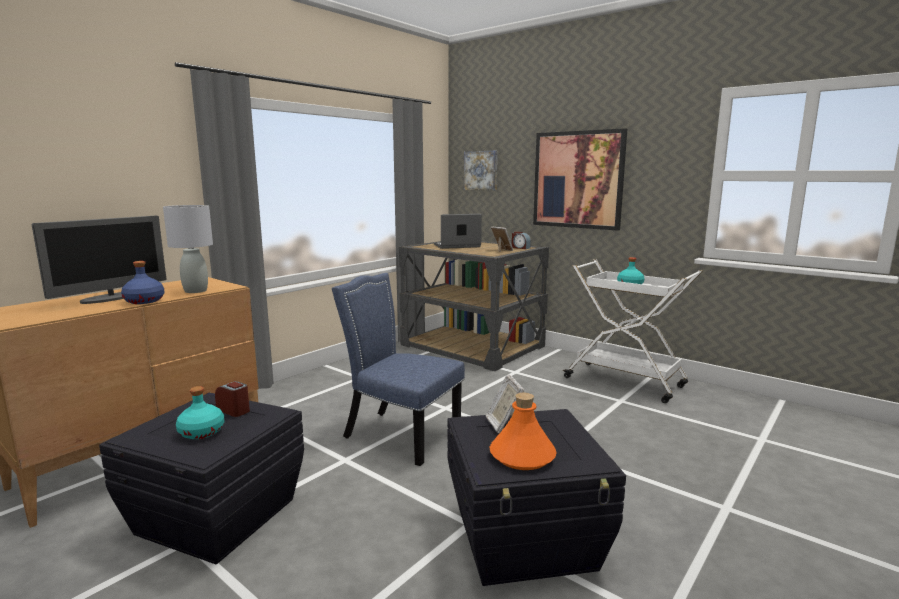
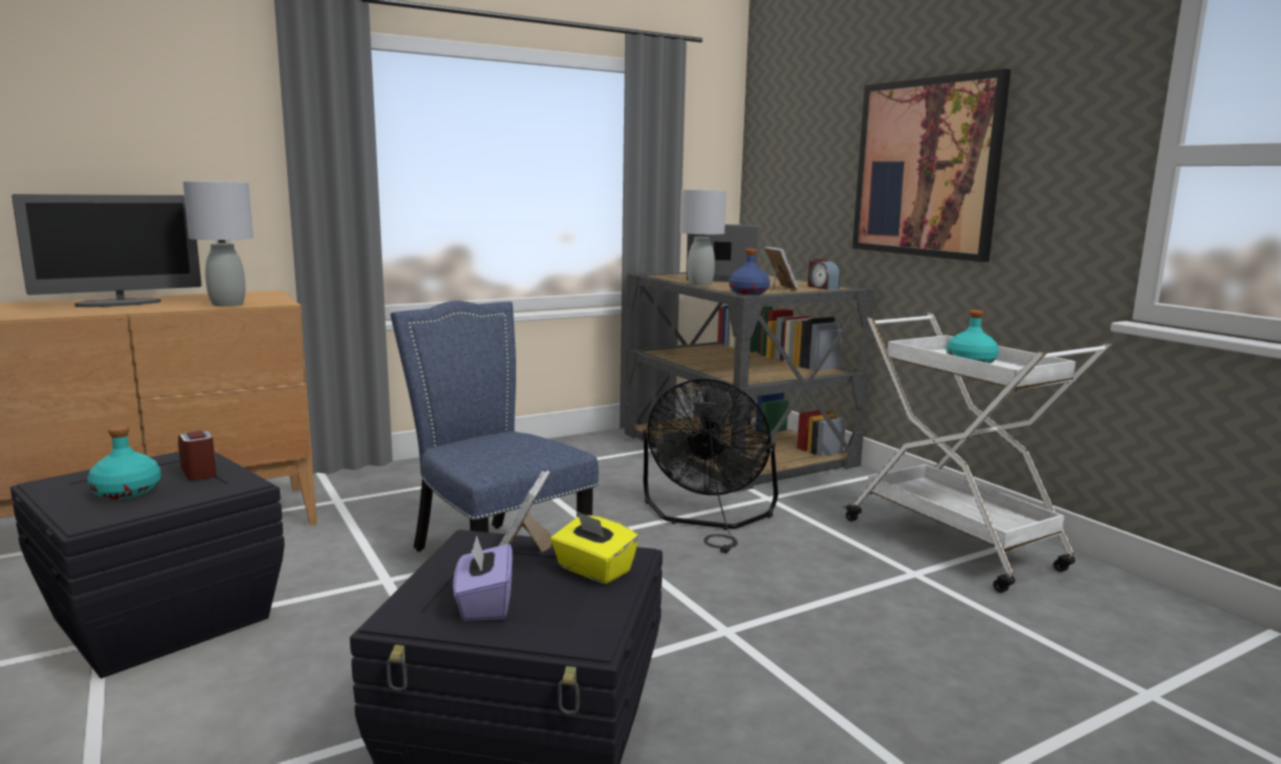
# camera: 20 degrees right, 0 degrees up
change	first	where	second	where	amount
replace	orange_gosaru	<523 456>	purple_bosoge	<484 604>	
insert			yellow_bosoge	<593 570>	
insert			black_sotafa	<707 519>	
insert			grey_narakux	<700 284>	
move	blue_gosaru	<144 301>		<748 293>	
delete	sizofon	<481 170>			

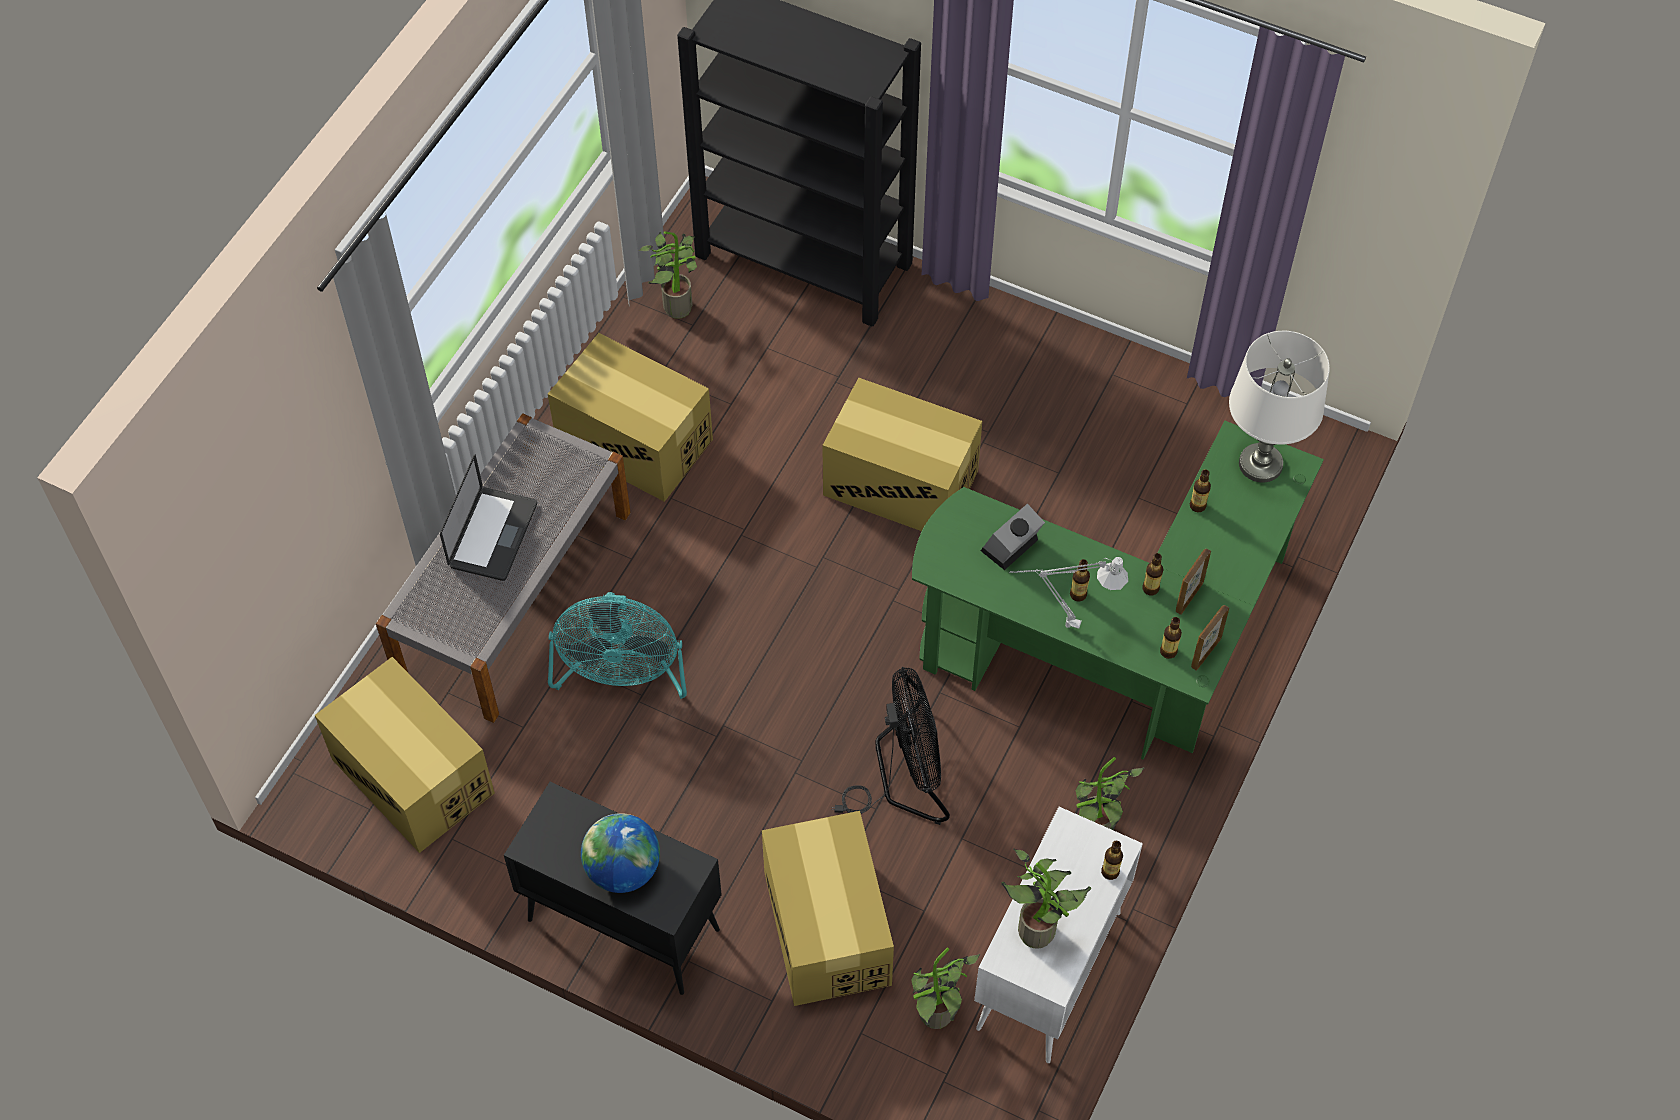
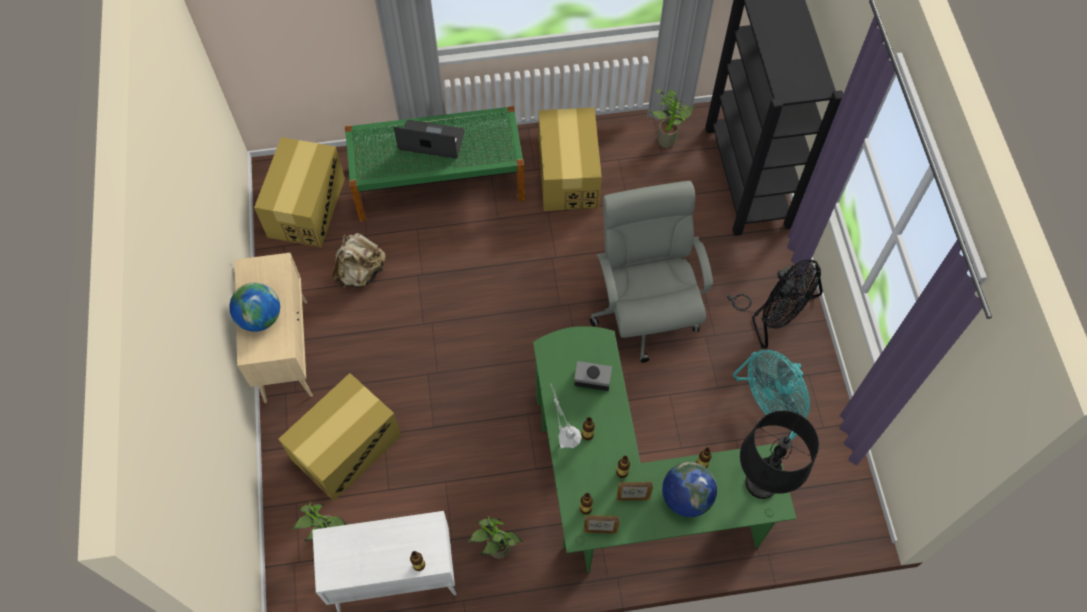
# camera: 55 degrees right, 5 degrees up
change	first	where	second	where	amount
recolor	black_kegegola	<621 924>	beige_kegegola	<286 350>	
insert			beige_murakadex	<361 272>	
recolor	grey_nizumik	<513 592>	green_nizumik	<439 181>	
rotate	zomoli	<493 535>		<431 140>	150 degrees counterclockwise
replace	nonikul	<900 483>	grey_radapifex	<644 312>	
insert			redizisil	<686 497>	
move	black_sotafa	<901 773>		<773 313>	
move	turquoise_sotafa	<618 669>		<773 401>	
recolor	white_narakux	<1260 464>	black_narakux	<761 483>	
delete	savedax	<1040 929>			

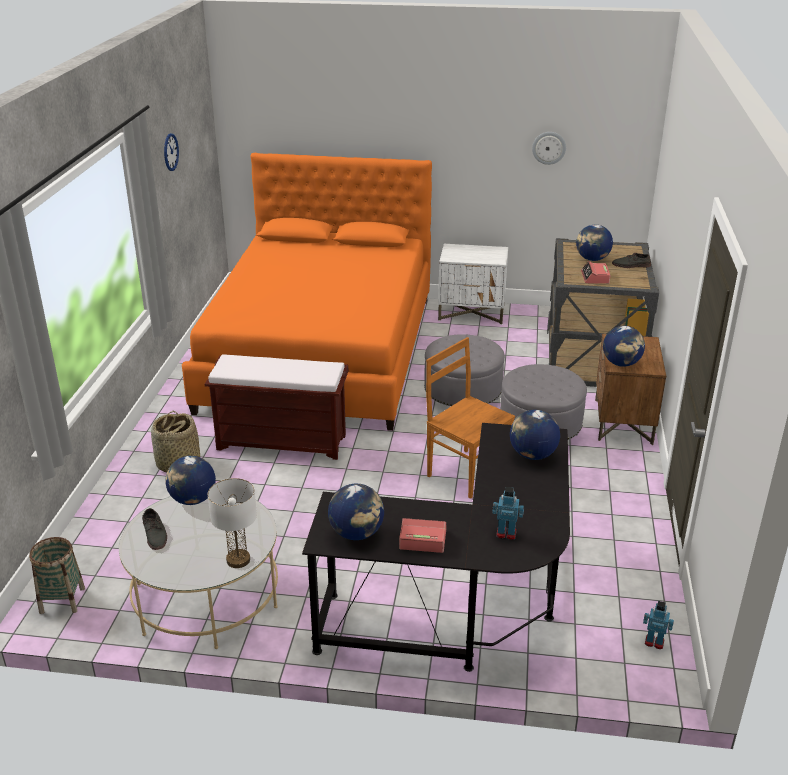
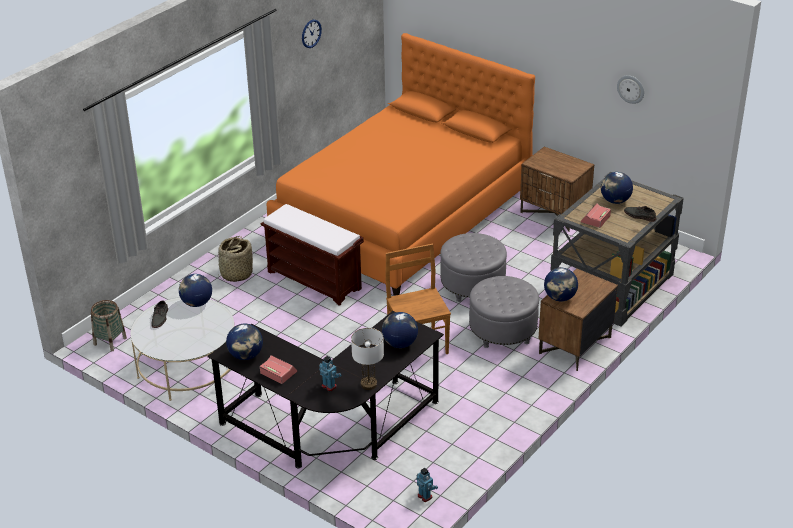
# camera: 30 degrees right, 5 degrees up
change	first	where	second	where	amount
move	narakux	<238 560>		<369 384>	
recolor	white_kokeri	<472 313>	brown_kokeri	<555 213>	

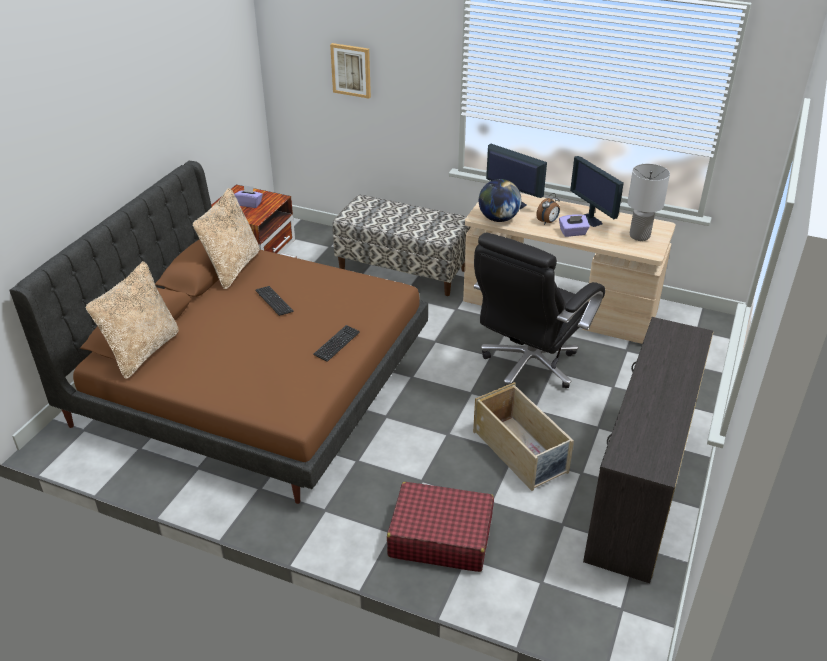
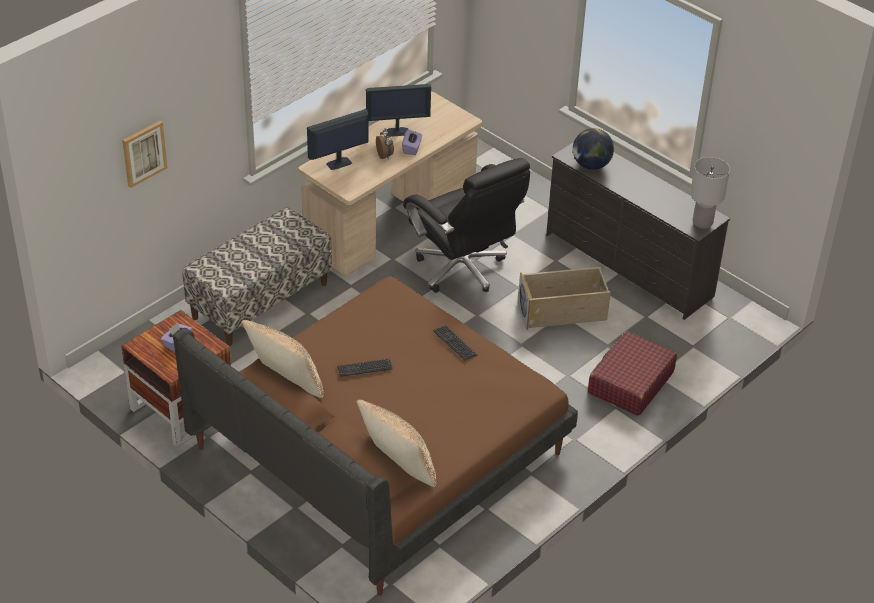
# camera: 70 degrees left, 5 degrees up
change	first	where	second	where	amount
move	redizisil	<498 219>		<591 165>	
move	grey_narakux	<639 237>		<702 224>	

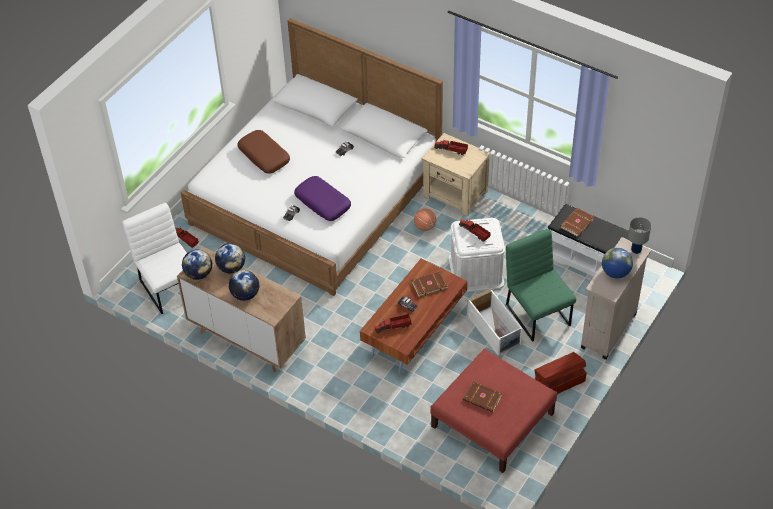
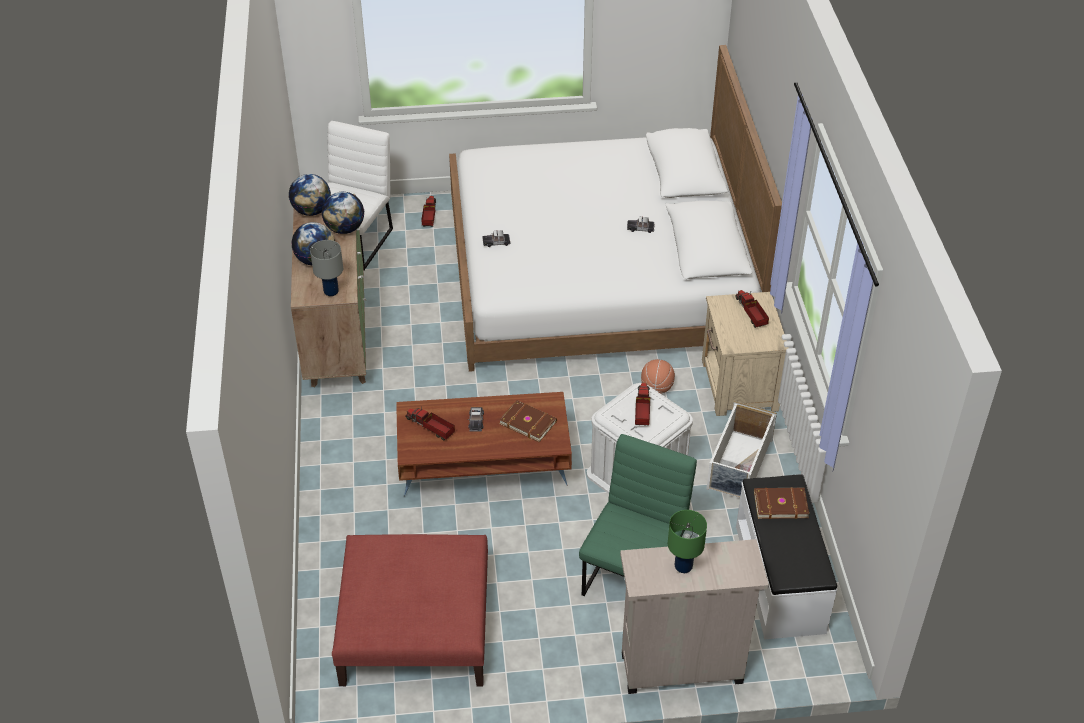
# camera: 50 degrees right, 5 degrees down
change	first	where	second	where	amount
move	grey_narakux	<636 250>		<332 292>	
replace	redizisil	<615 272>	green_narakux	<683 568>	
move	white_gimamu	<494 330>		<739 465>	
delete	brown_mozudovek	<264 156>			
delete	purple_mozudovek	<323 203>			
delete	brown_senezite	<482 398>			
delete	brown_gimamu	<559 382>			

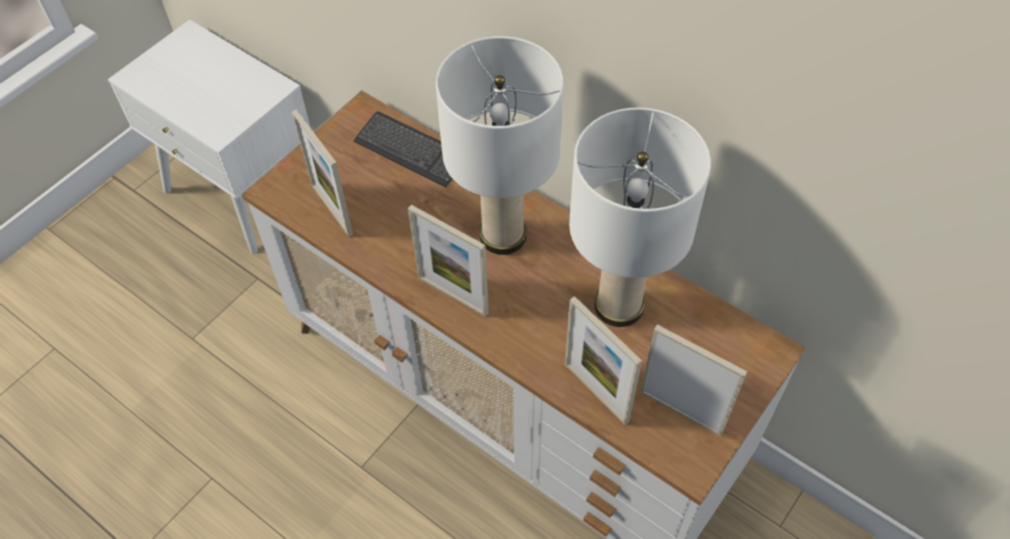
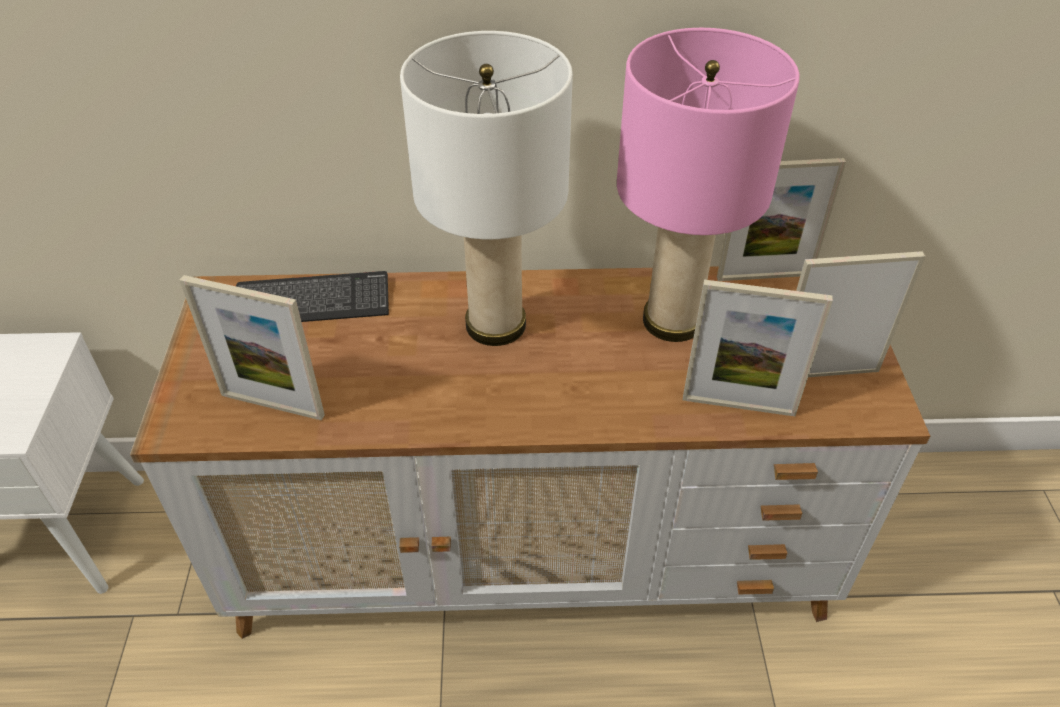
# camera: 40 degrees left, 10 degrees down
change	first	where	second	where	amount
recolor	white_narakux	<619 306>	pink_narakux	<673 321>	
move	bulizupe	<453 295>		<764 276>	

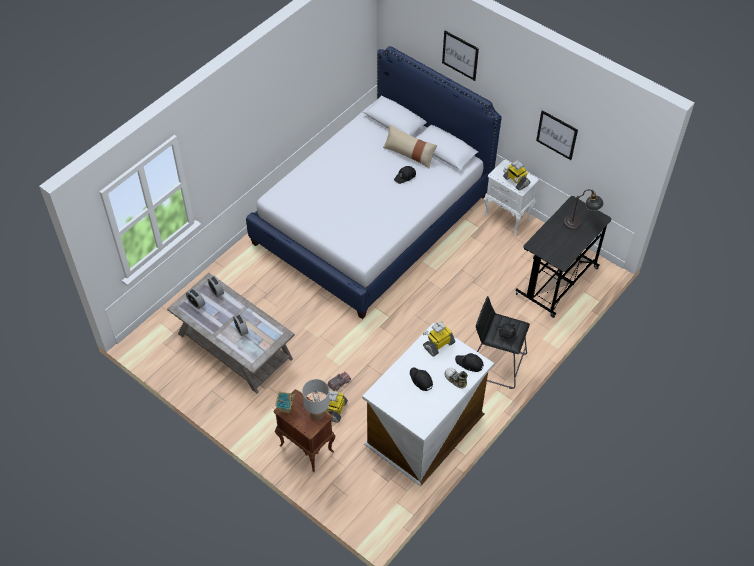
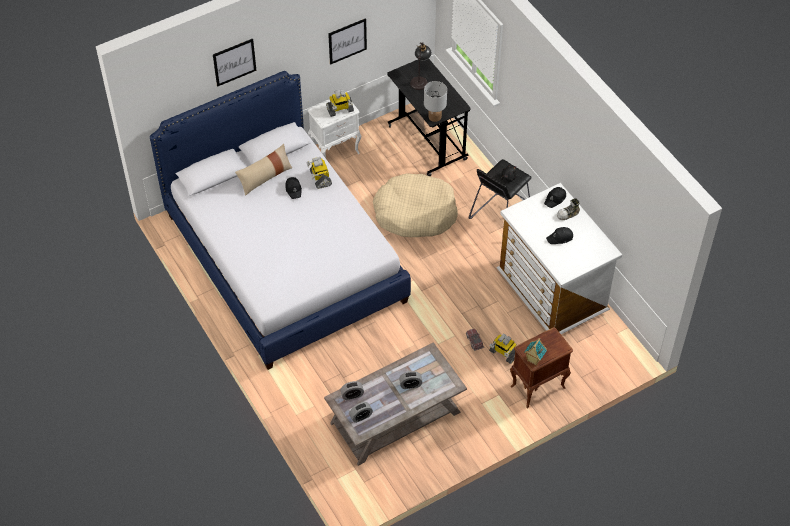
# camera: 70 degrees left, 0 degrees up
change	first	where	second	where	amount
move	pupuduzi	<438 344>		<320 178>	
insert			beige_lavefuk	<415 213>	
move	grey_narakux	<317 413>		<434 117>	

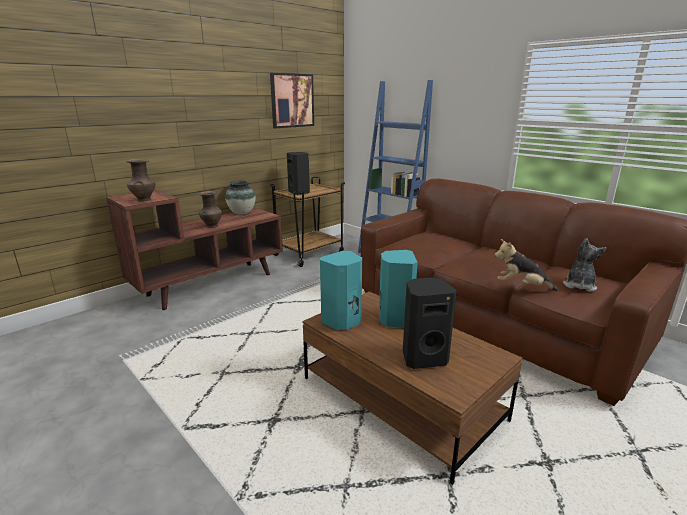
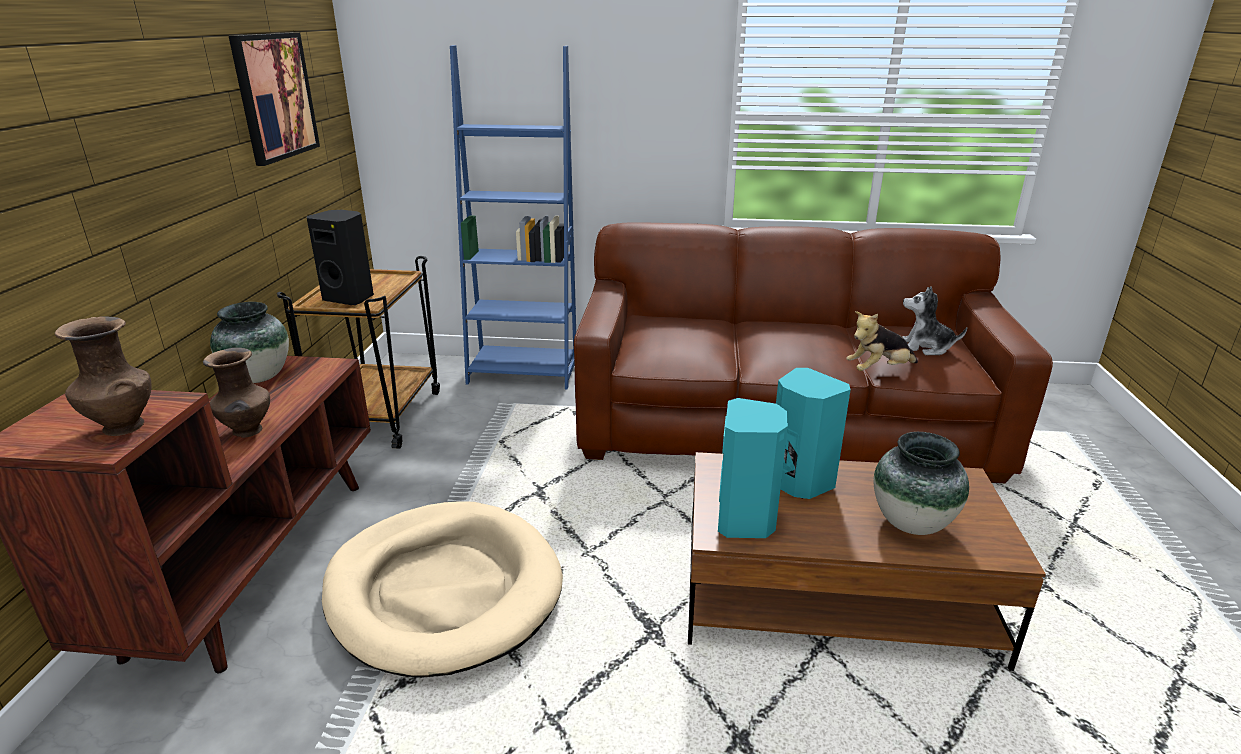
# camera: 40 degrees left, 5 degrees up
change	first	where	second	where	amount
insert			beige_lavefuk	<444 590>	
replace	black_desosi	<423 358>	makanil	<911 523>	
rotate	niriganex	<579 285>		<925 347>	60 degrees counterclockwise

